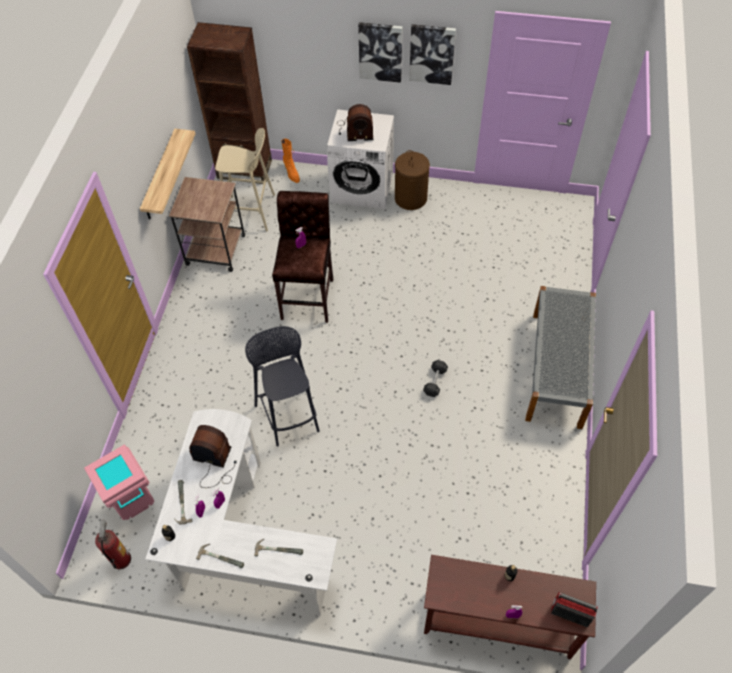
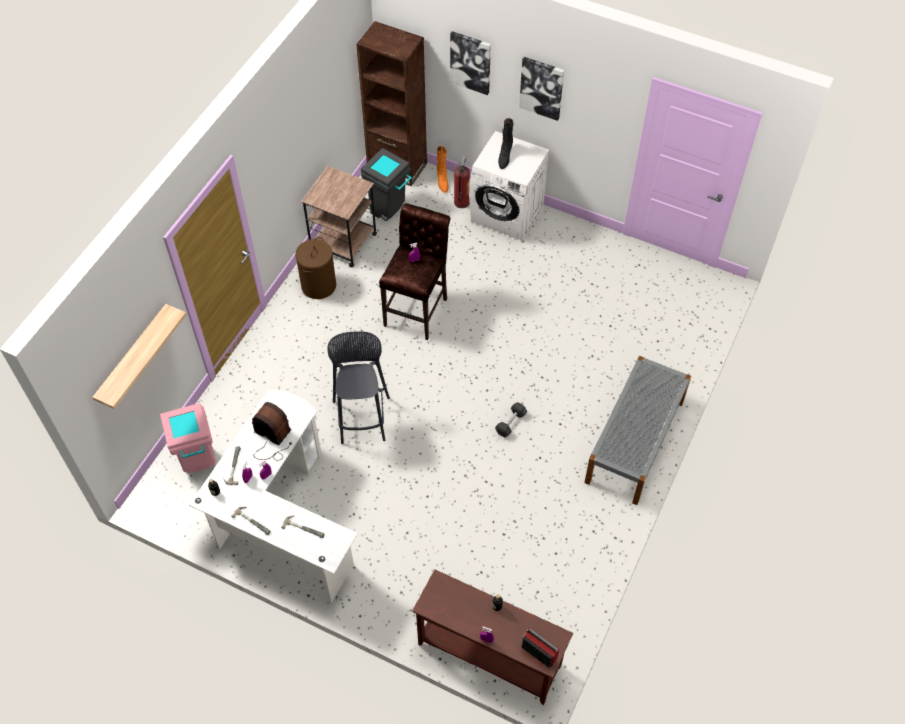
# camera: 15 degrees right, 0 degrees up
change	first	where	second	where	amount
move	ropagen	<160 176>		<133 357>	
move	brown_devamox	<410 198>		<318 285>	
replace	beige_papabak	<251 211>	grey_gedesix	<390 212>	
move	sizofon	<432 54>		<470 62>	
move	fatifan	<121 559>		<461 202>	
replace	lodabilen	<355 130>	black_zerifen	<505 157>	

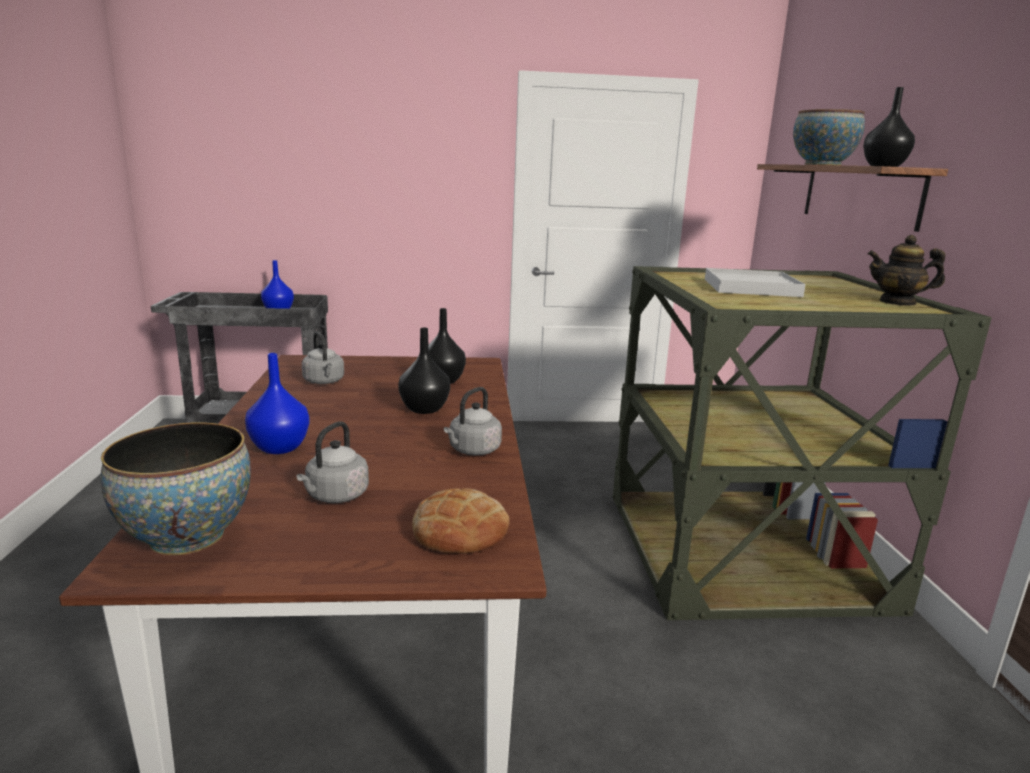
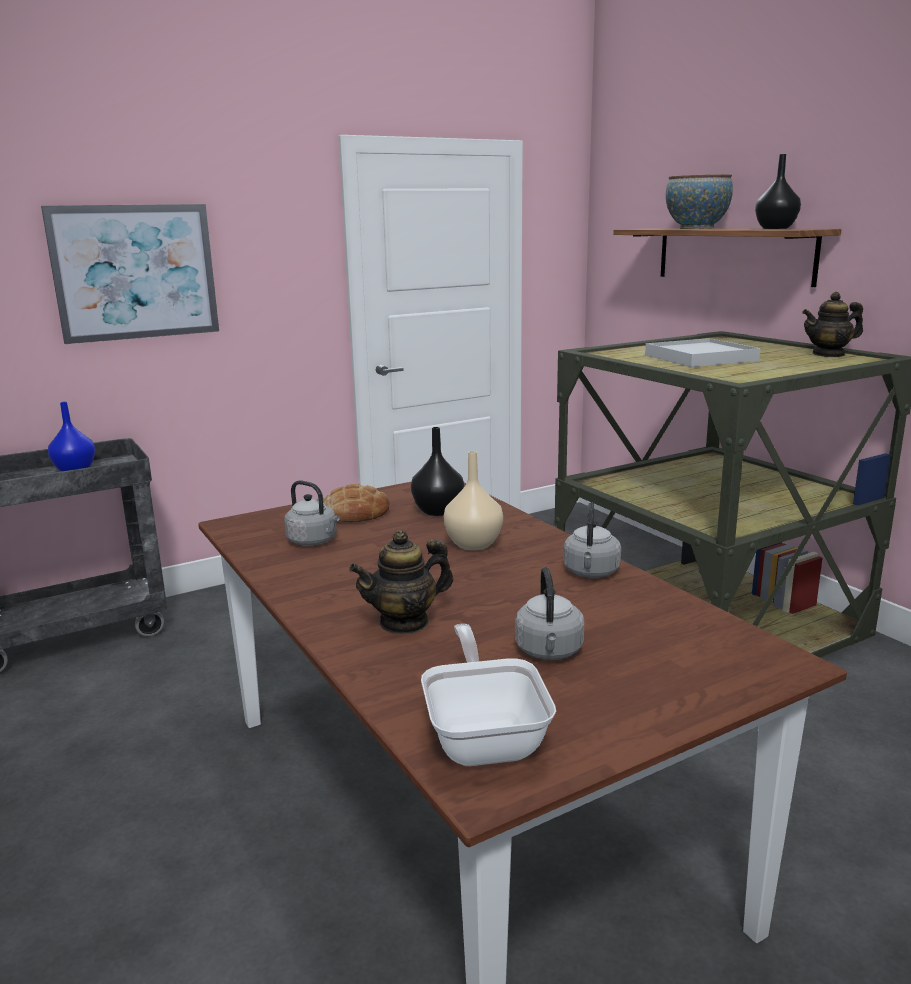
# camera: 25 degrees left, 0 degrees up
change	first	where	second	where	amount
insert			sizofon	<135 272>	
move	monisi	<460 531>		<356 512>	
replace	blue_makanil	<280 448>	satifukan	<404 622>	
replace	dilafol	<187 537>	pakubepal	<484 736>	
recolor	black_makanil	<423 409>	beige_makanil	<473 545>	

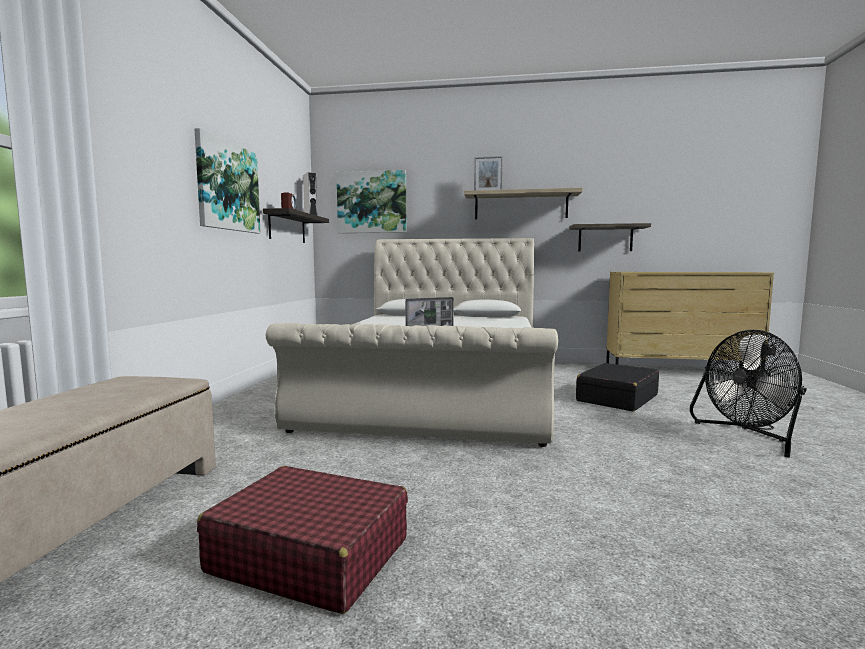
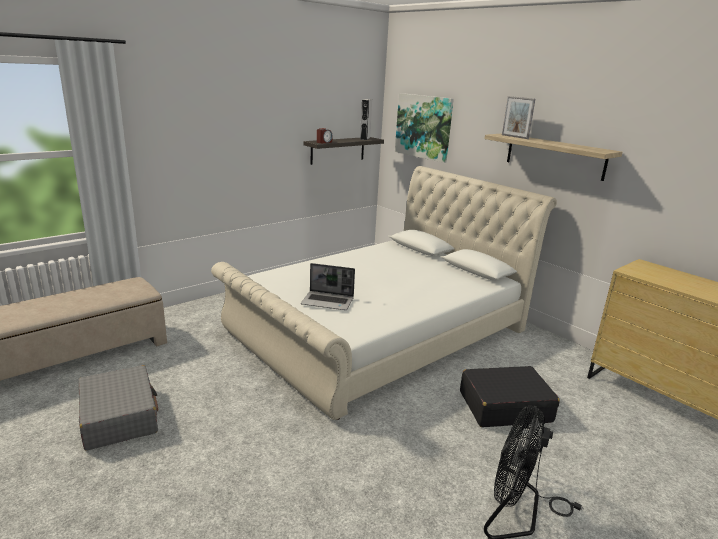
# camera: 40 degrees right, 15 degrees up
change	first	where	second	where	amount
recolor	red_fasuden	<309 555>	grey_fasuden	<119 417>	
delete	sizofon	<228 186>			
delete	ropagen	<605 238>			

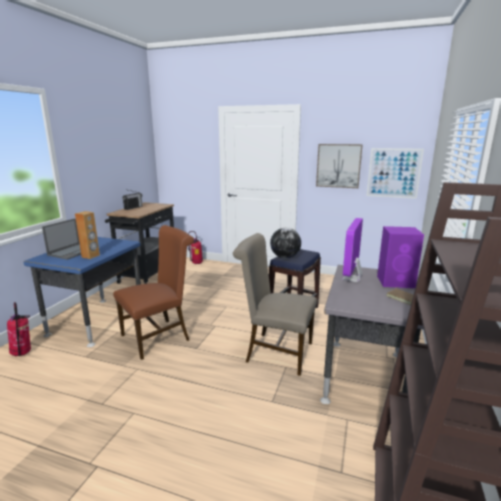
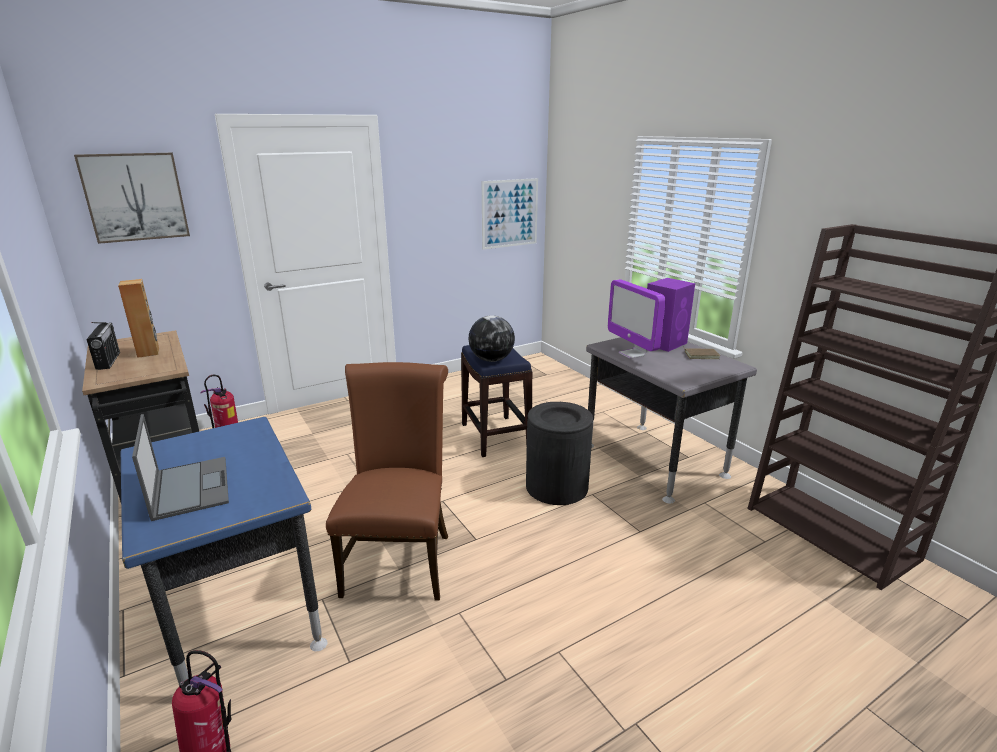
# camera: 50 degrees left, 5 degrees up
change	first	where	second	where	amount
move	sizofon	<338 165>		<135 197>	
move	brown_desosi	<91 256>		<149 352>	
replace	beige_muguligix	<275 351>	black_gedesix	<556 486>	

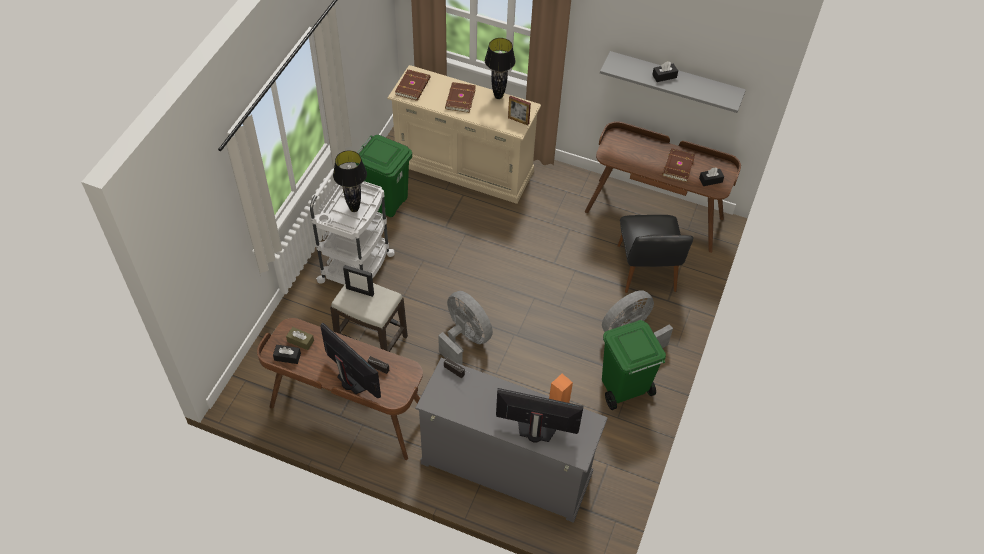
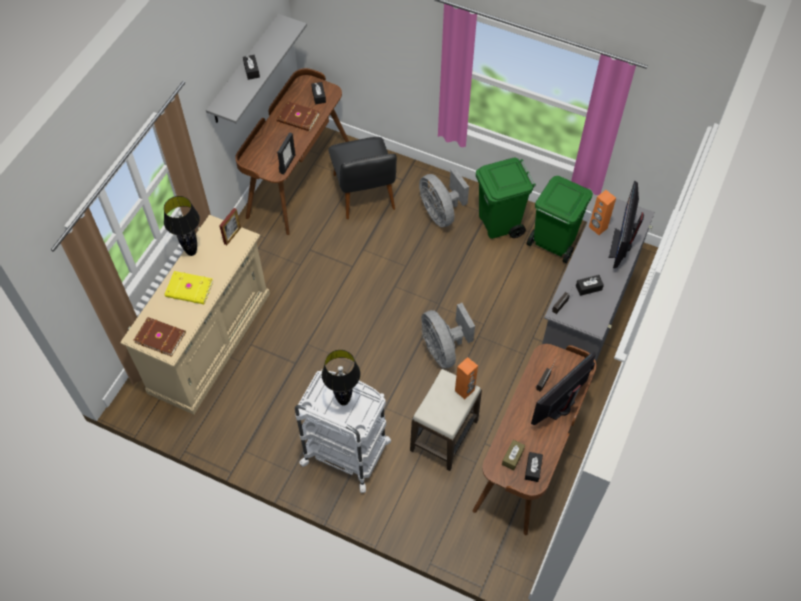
# camera: 85 degrees left, 5 degrees up
change	first	where	second	where	amount
recolor	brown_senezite	<459 99>	yellow_senezite	<189 290>	
move	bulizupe	<360 290>		<287 164>	
rotate	black_muguligix	<646 268>		<364 192>	75 degrees clockwise
rotate	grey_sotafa	<465 339>		<443 349>	75 degrees counterclockwise
insert			orange_desosi	<465 390>	
move	green_gedesix	<386 202>		<553 243>	
insert			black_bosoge	<588 288>	

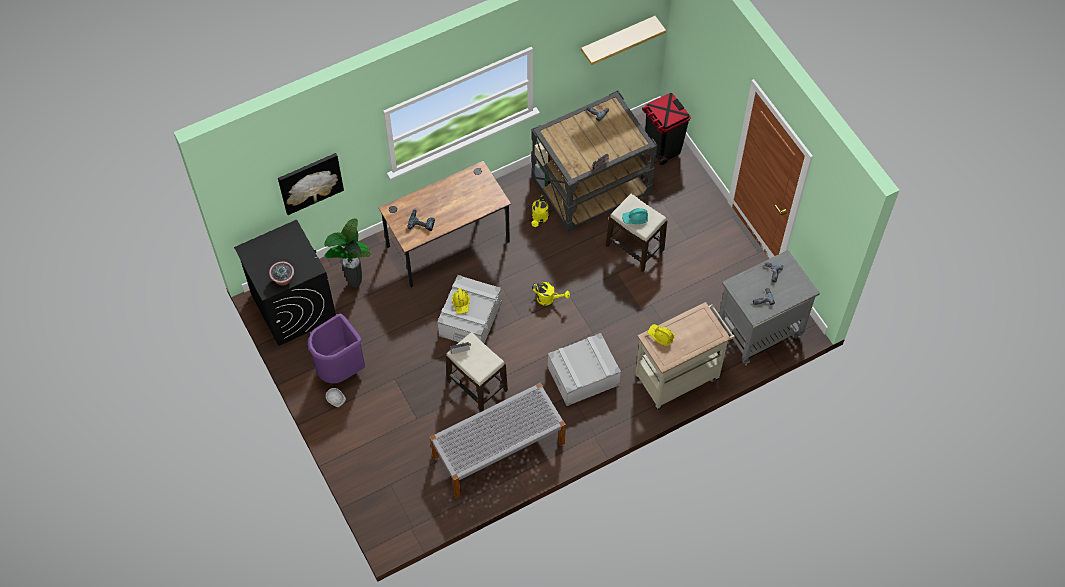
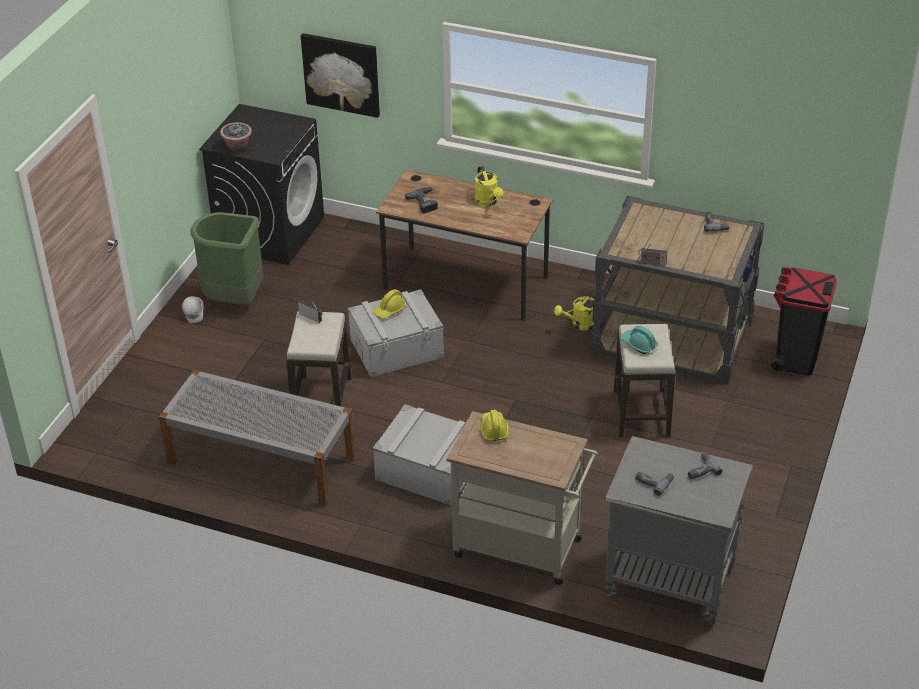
# camera: 50 degrees right, 20 degrees down
change	first	where	second	where	amount
recolor	purple_gedesix	<341 370>	green_gedesix	<234 300>	
move	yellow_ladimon	<549 299>		<488 201>	
delete	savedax	<353 283>			
delete	ropagen	<617 38>			

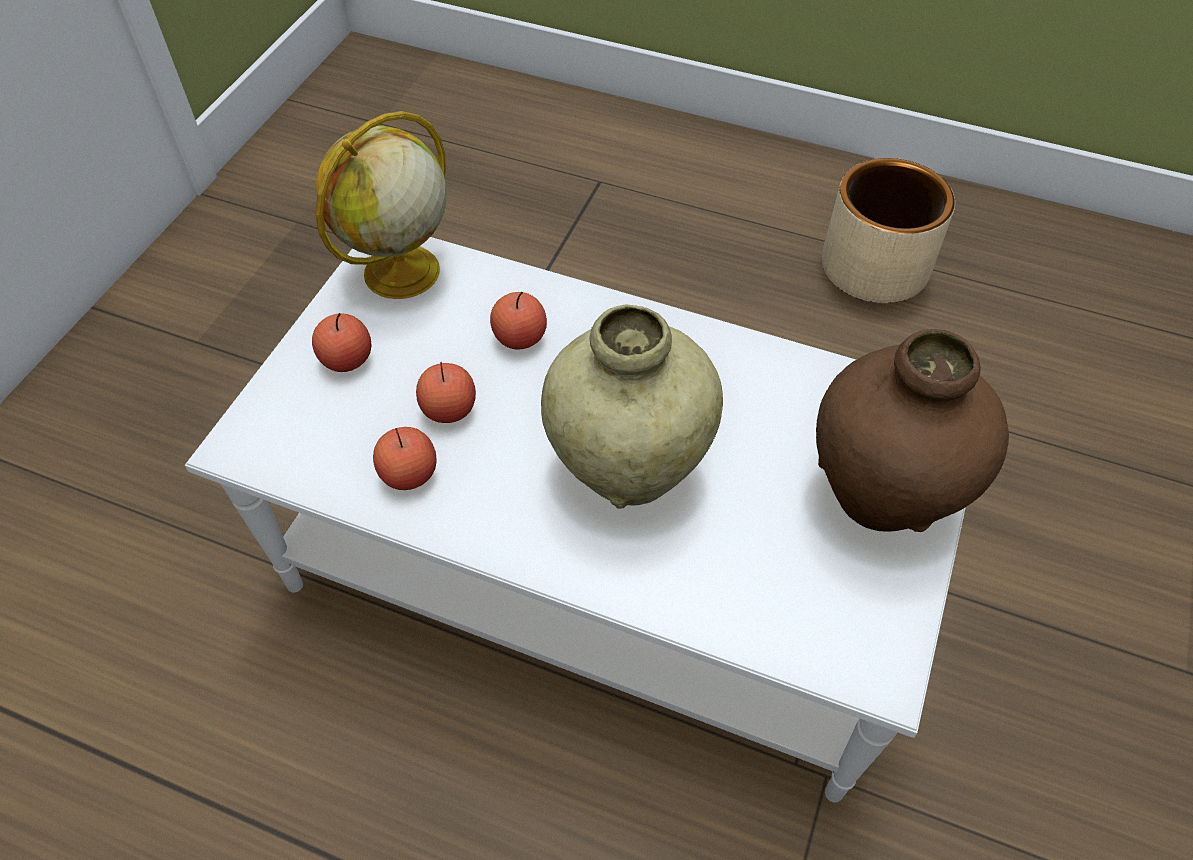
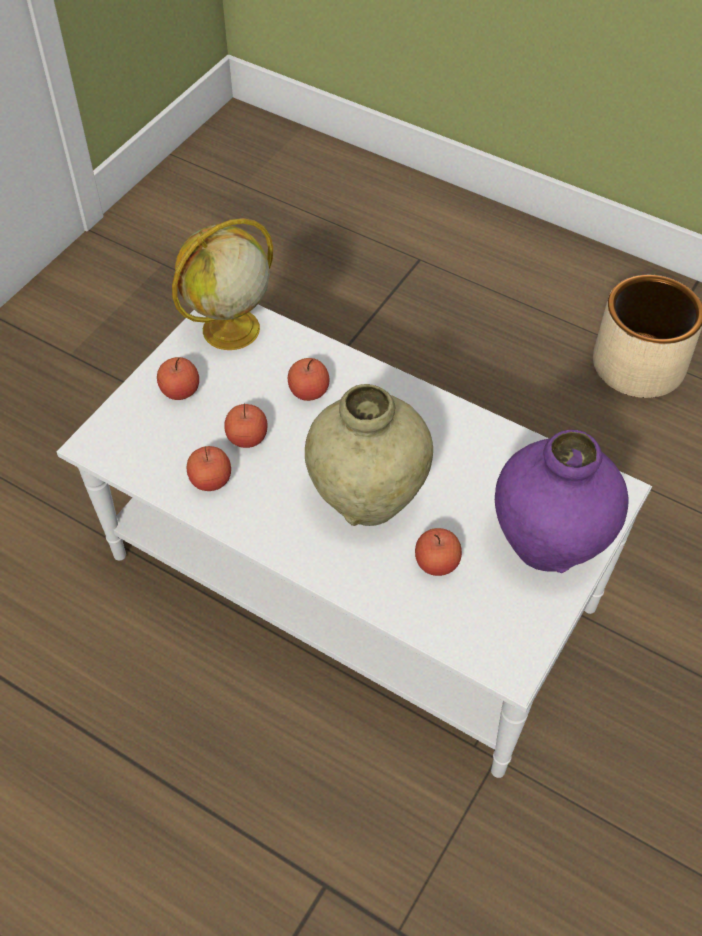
# camera: 10 degrees right, 0 degrees up
change	first	where	second	where	amount
insert			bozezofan	<436 563>	
recolor	brown_makanil	<882 495>	purple_makanil	<548 545>	

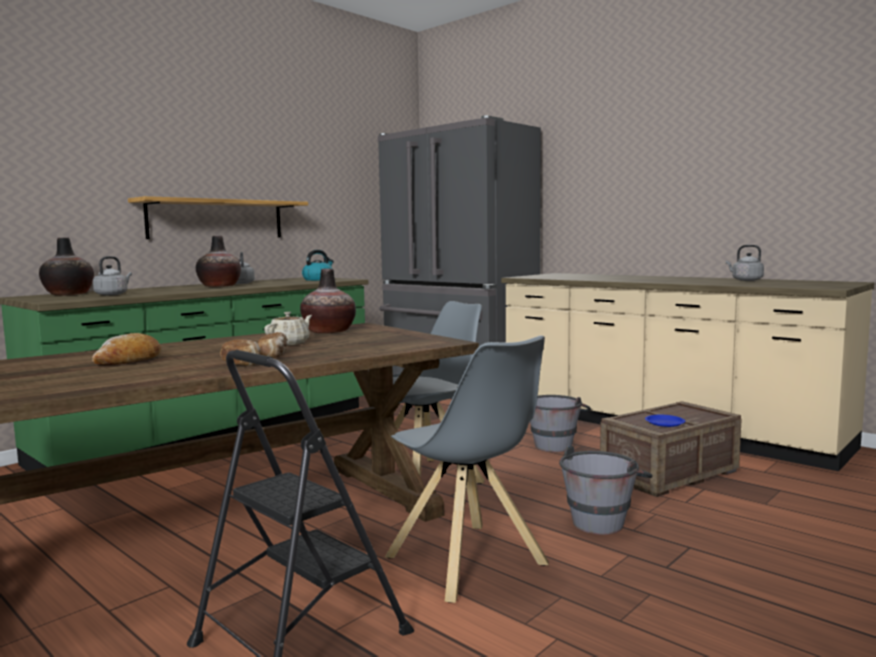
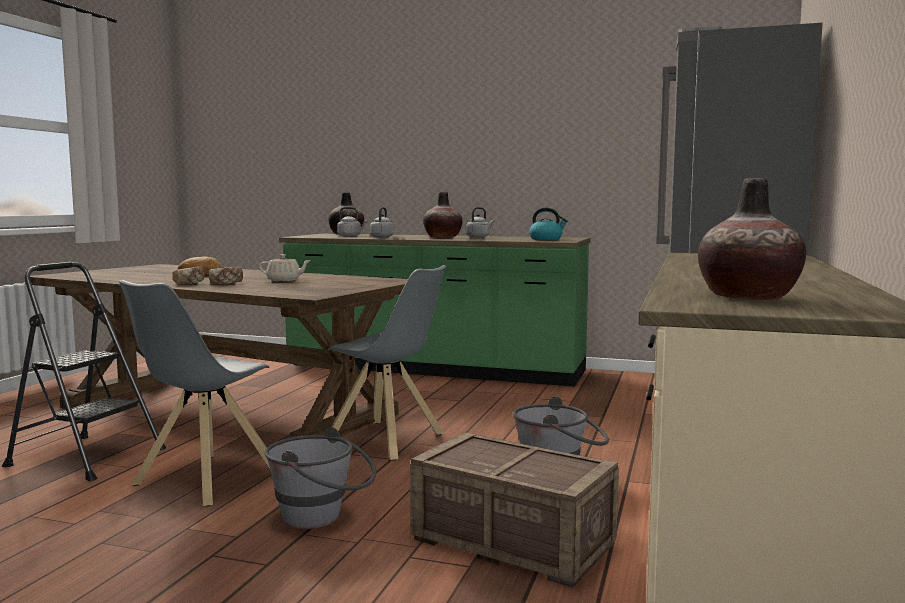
# camera: 65 degrees right, 0 degrees up
change	first	where	second	where	amount
move	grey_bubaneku	<745 280>		<382 237>	
move	makanil	<328 331>		<747 297>	
delete	ropagen	<217 219>			
delete	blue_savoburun	<665 423>			

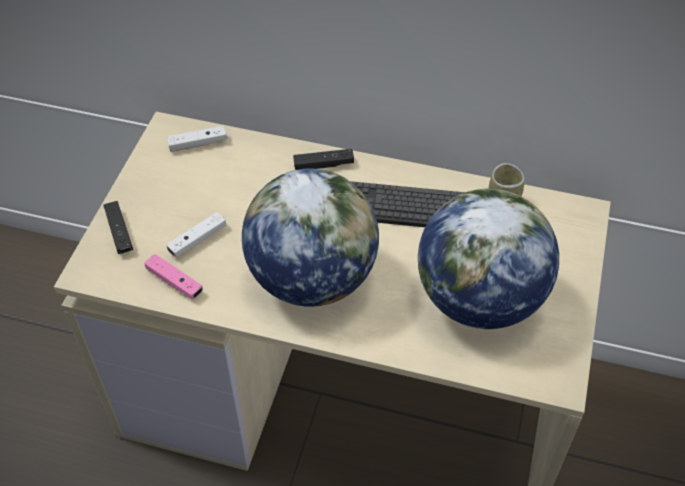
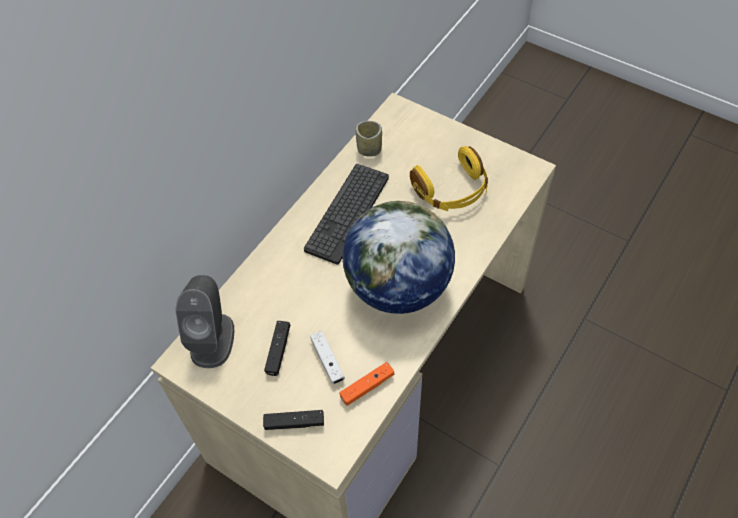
# camera: 70 degrees left, 5 degrees up
change	first	where	second	where	amount
replace	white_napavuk	<198 144>	grey_desosi	<212 339>	
move	black_napavuk	<323 165>		<278 351>	
recolor	pink_napavuk	<174 282>	orange_napavuk	<367 386>	
replace	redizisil	<478 299>	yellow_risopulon	<451 190>	

